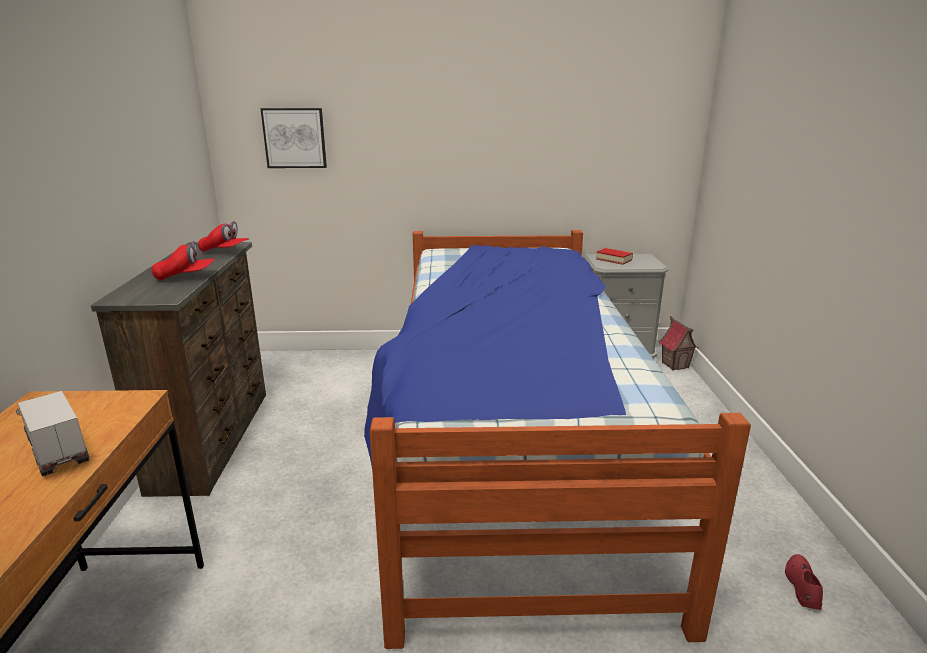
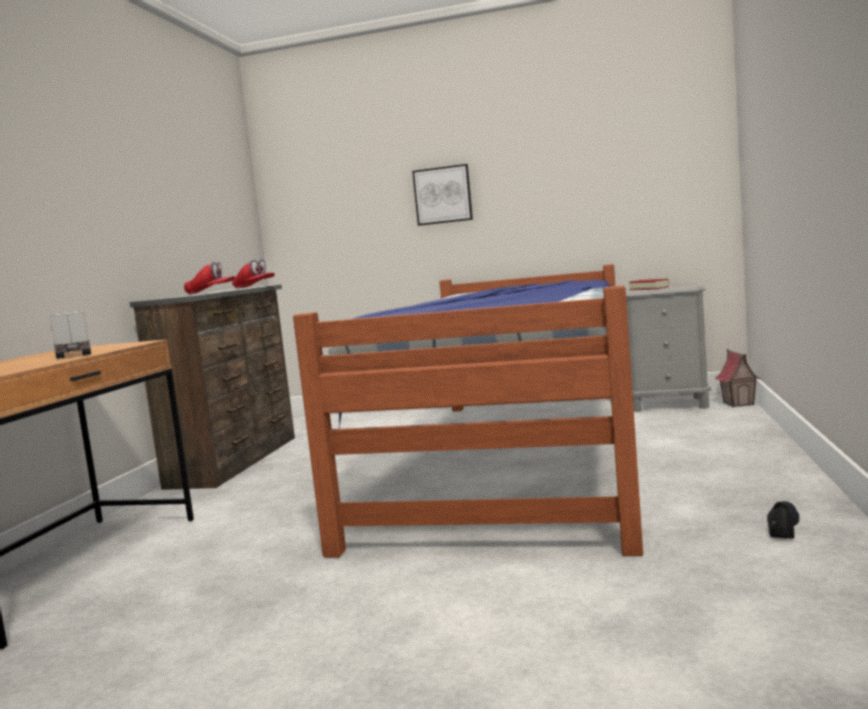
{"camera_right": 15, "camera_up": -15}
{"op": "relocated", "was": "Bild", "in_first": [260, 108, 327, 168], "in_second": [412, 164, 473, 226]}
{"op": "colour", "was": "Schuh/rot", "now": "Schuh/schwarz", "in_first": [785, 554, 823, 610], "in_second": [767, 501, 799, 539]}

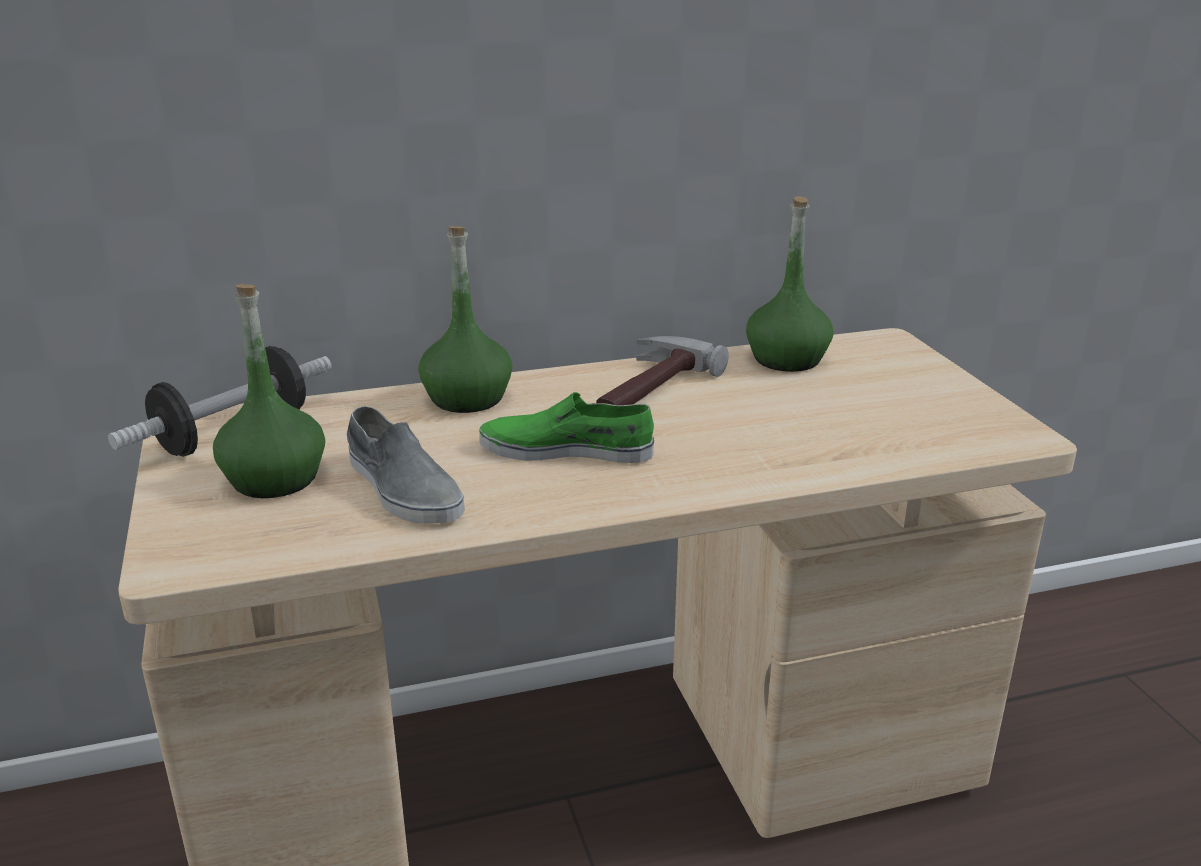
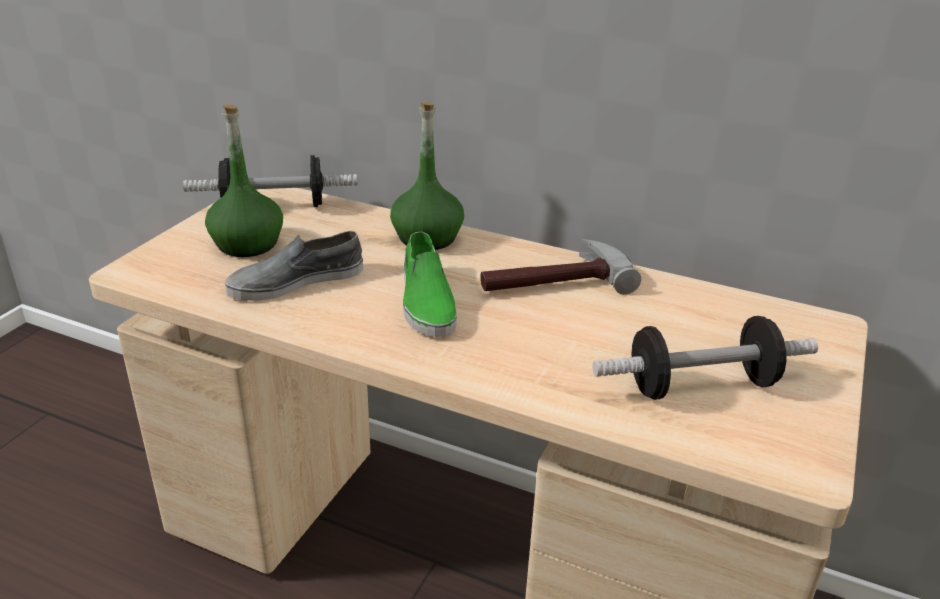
{"camera_right": 40, "camera_up": 5}
{"op": "missing", "was": "Flasche/grün", "in_first": [746, 196, 833, 372]}
{"op": "spun", "was": "Schuh/grün", "in_first": [479, 392, 654, 463], "in_second": [403, 232, 456, 337], "clockwise": -150}
{"op": "spun", "was": "Schuh/grau", "in_first": [347, 406, 465, 524], "in_second": [225, 231, 363, 301], "clockwise": 60}
{"op": "appeared", "now": "Hantel", "in_second": [592, 316, 818, 400]}

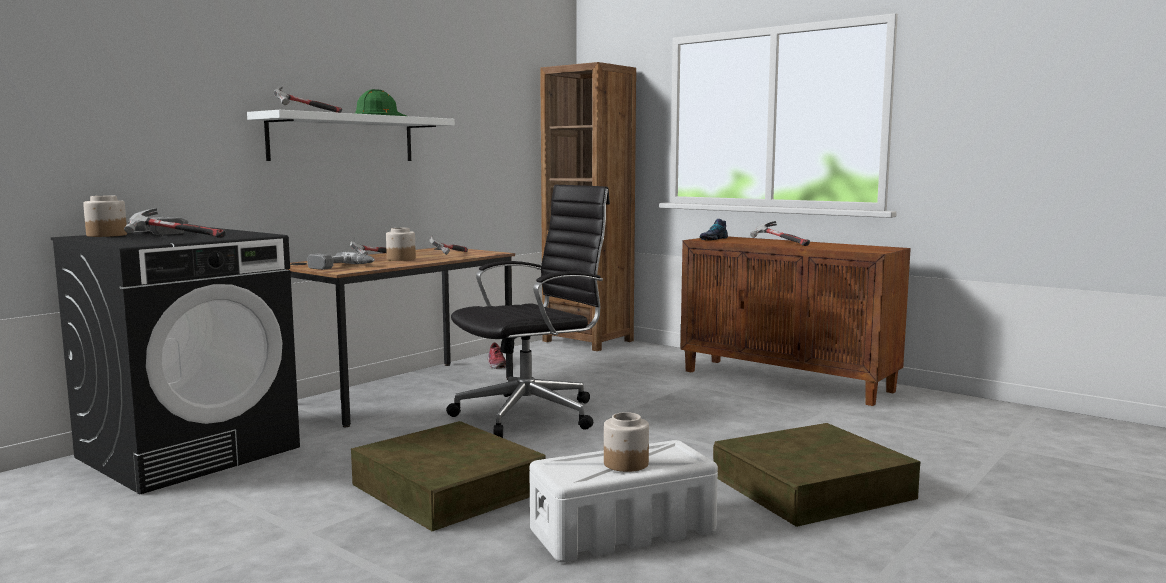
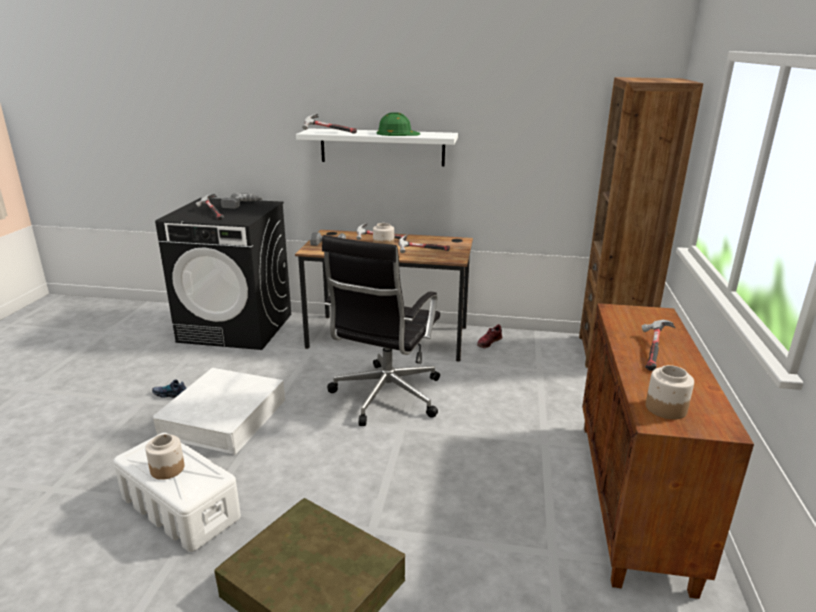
{"camera_right": 60, "camera_up": 15}
{"op": "spun", "was": "Bürostuhl/schwarz", "in_first": [446, 185, 610, 438], "in_second": [322, 235, 440, 426], "clockwise": 90}
{"op": "relocated", "was": "Vorratsglas", "in_first": [83, 196, 127, 237], "in_second": [646, 365, 694, 420]}
{"op": "relocated", "was": "Schuh", "in_first": [700, 219, 728, 240], "in_second": [152, 379, 187, 398]}
{"op": "colour", "was": "Aufbewahrungsbox/braun", "now": "Aufbewahrungsbox/weiß", "in_first": [351, 421, 546, 531], "in_second": [153, 368, 285, 455]}

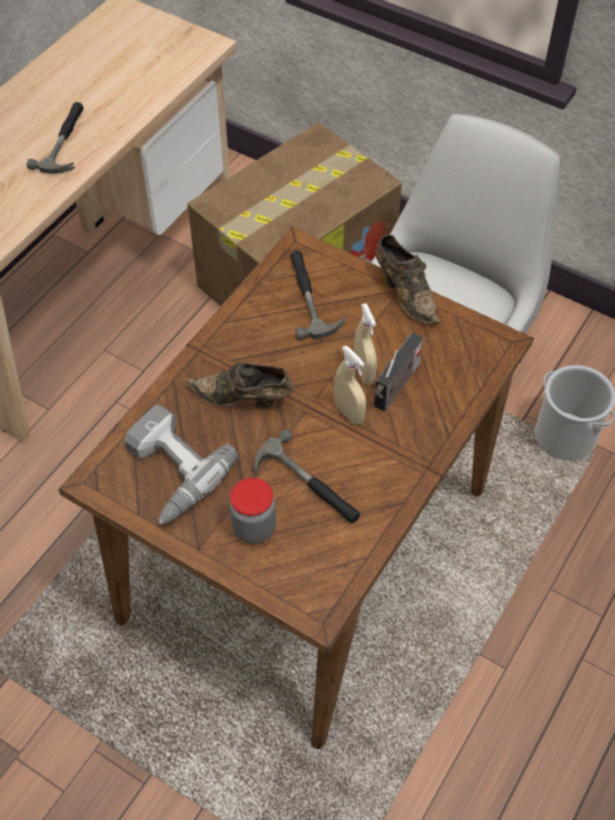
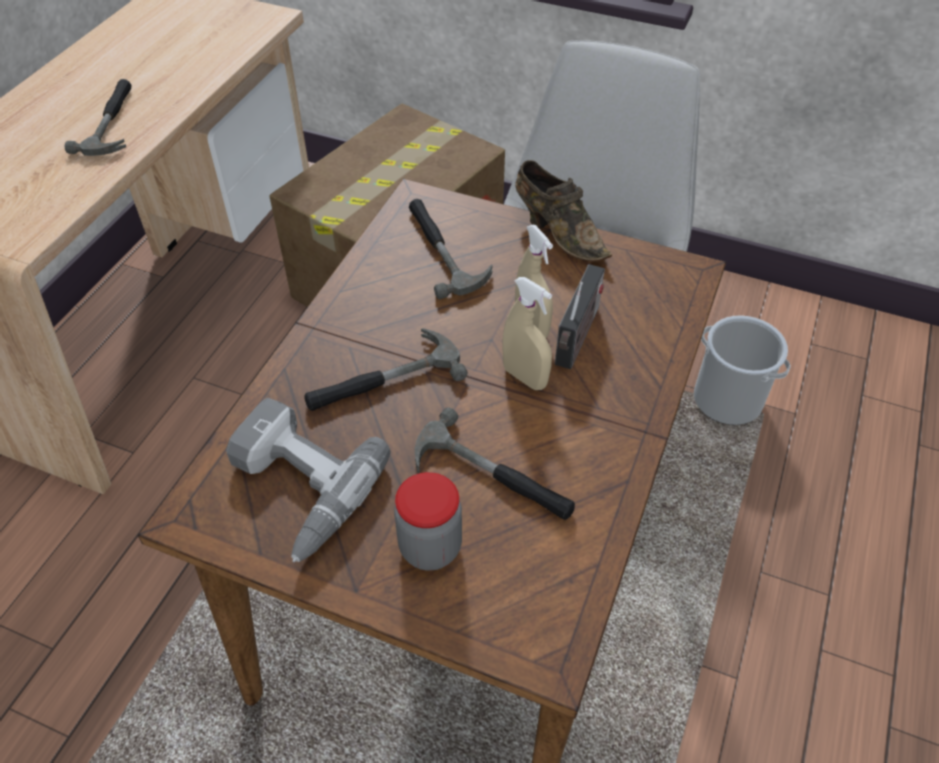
{"camera_right": -10, "camera_up": -5}
{"op": "exchanged", "was": "Schuh/braun", "now": "Hammer", "in_first": [185, 363, 293, 408], "in_second": [304, 328, 468, 411]}

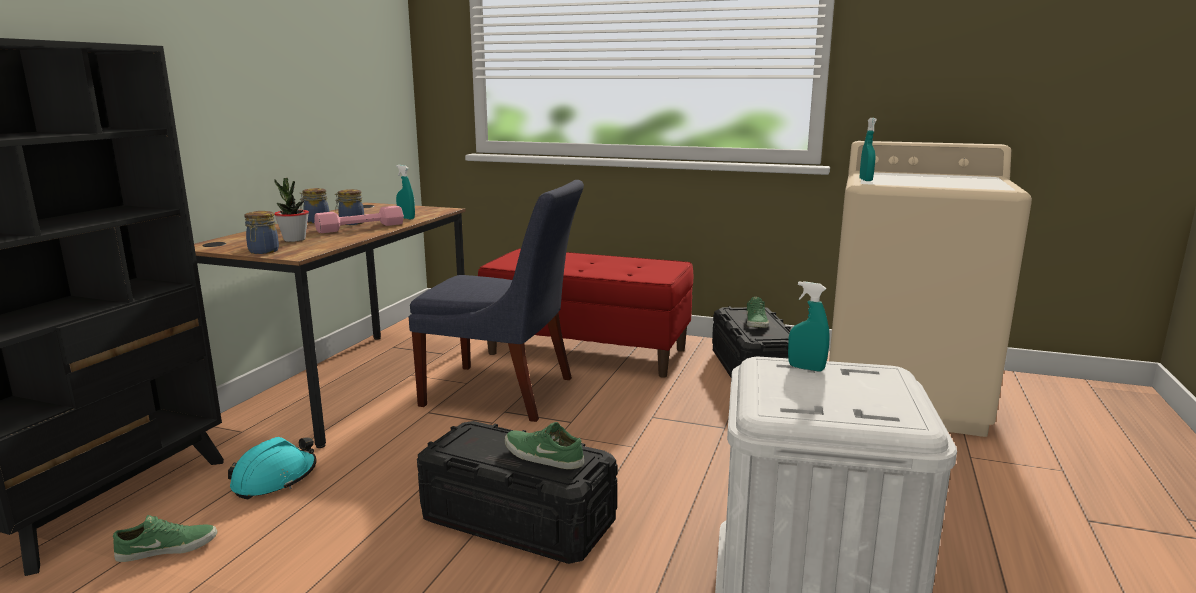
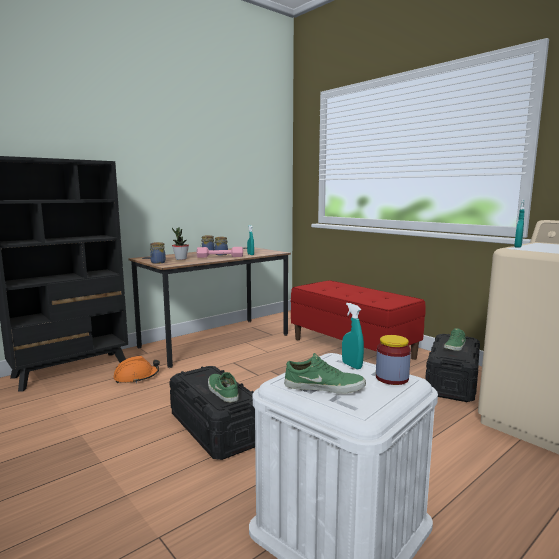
{"camera_right": 30, "camera_up": -5}
{"op": "missing", "was": "Stuhl/blau", "in_first": [409, 180, 584, 422]}
{"op": "colour", "was": "Schutzhelm/türkis", "now": "Schutzhelm/orange", "in_first": [228, 437, 317, 499], "in_second": [113, 356, 160, 383]}
{"op": "relocated", "was": "Schuh/grün", "in_first": [113, 515, 218, 562], "in_second": [284, 353, 366, 394]}
{"op": "appeared", "now": "Vorratsglas", "in_second": [376, 335, 411, 385]}

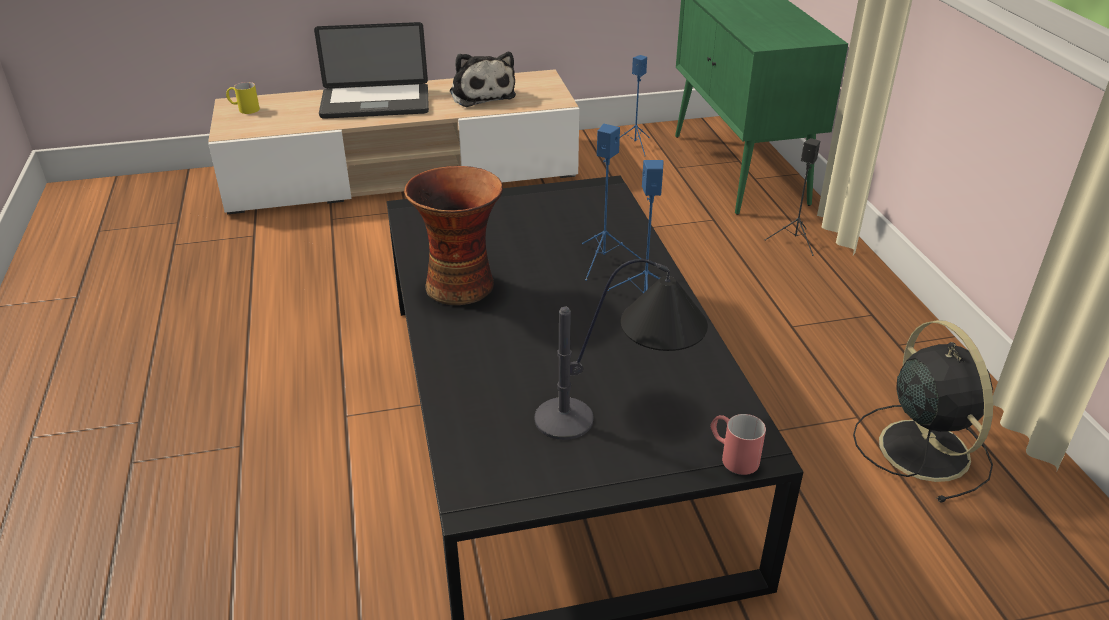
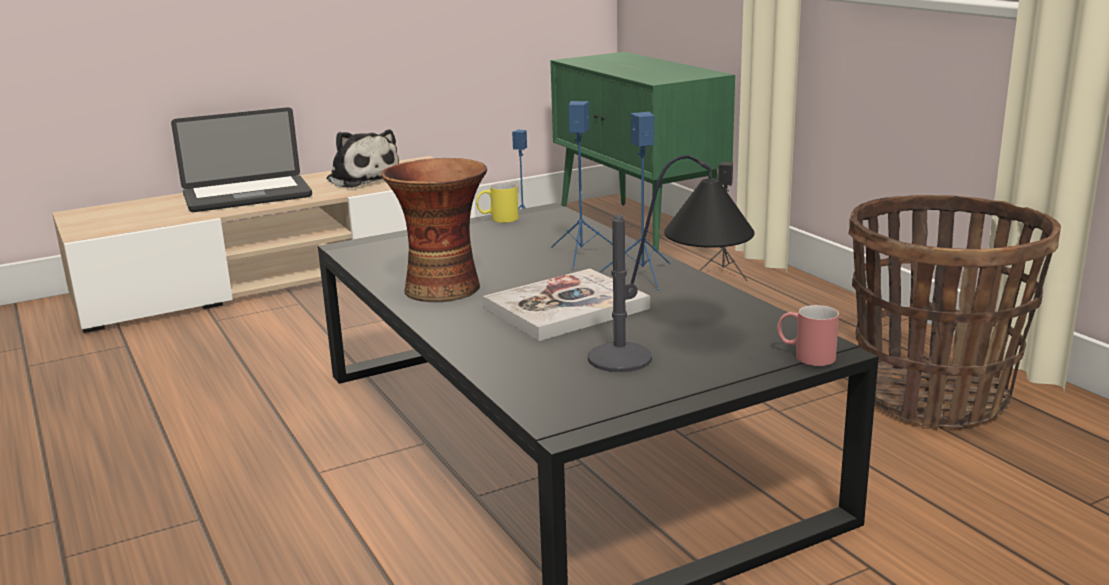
{"camera_right": -15, "camera_up": -15}
{"op": "relocated", "was": "Henkelbecher/gelb", "in_first": [226, 82, 260, 114], "in_second": [476, 182, 519, 223]}
{"op": "exchanged", "was": "Ventilator/schwarz", "now": "Korb", "in_first": [853, 320, 993, 503], "in_second": [848, 195, 1061, 428]}
{"op": "appeared", "now": "Buch", "in_second": [483, 269, 650, 341]}

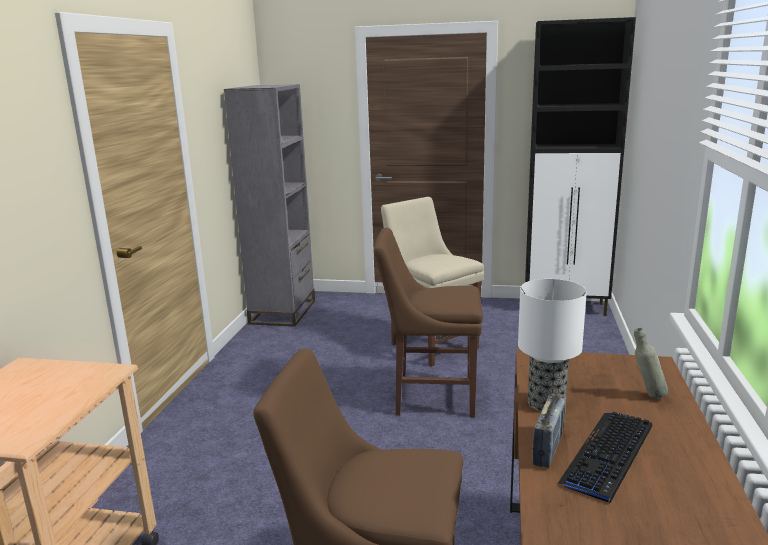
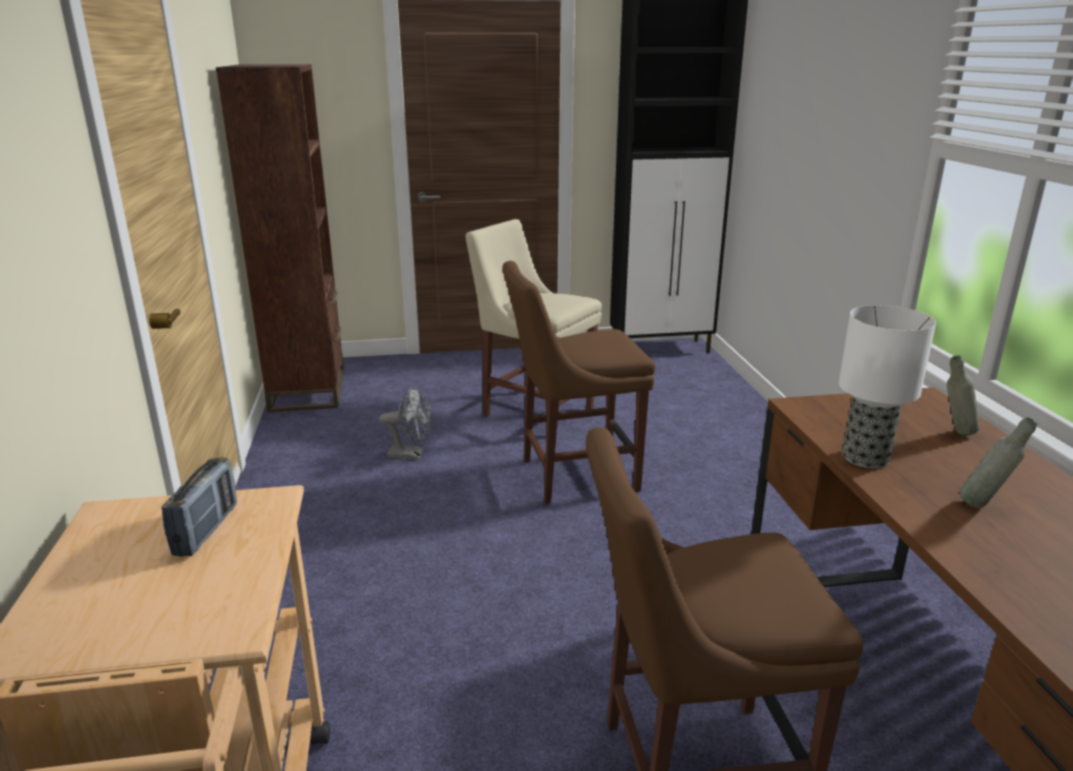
{"camera_right": -20, "camera_up": 5}
{"op": "colour", "was": "Bücherregal/grau", "now": "Bücherregal/braun", "in_first": [224, 84, 315, 327], "in_second": [215, 64, 344, 412]}
{"op": "relocated", "was": "Radio", "in_first": [532, 393, 566, 468], "in_second": [161, 457, 237, 556]}
{"op": "exchanged", "was": "Tastatur", "now": "Flasche/grau", "in_first": [557, 412, 652, 503], "in_second": [959, 417, 1037, 508]}
{"op": "appeared", "now": "Ventilator/grau", "in_second": [379, 387, 431, 459]}

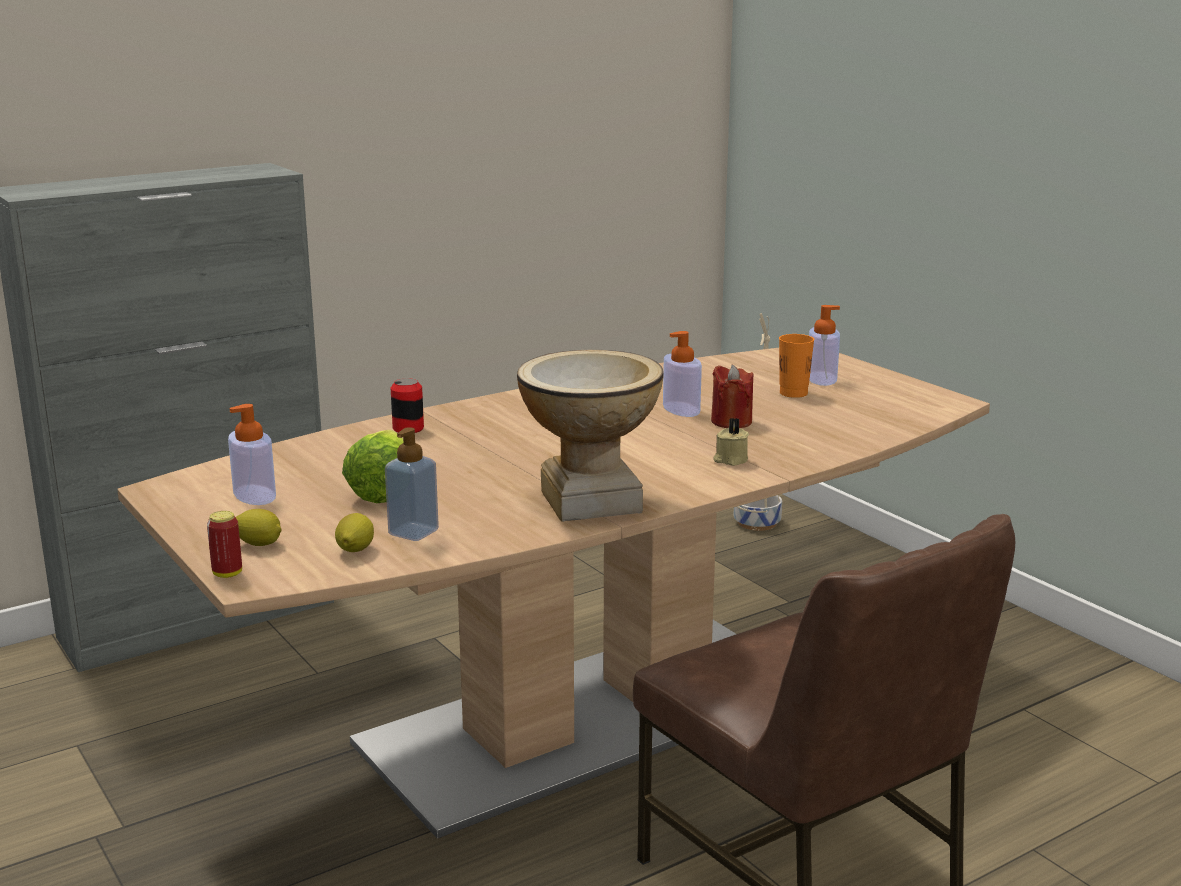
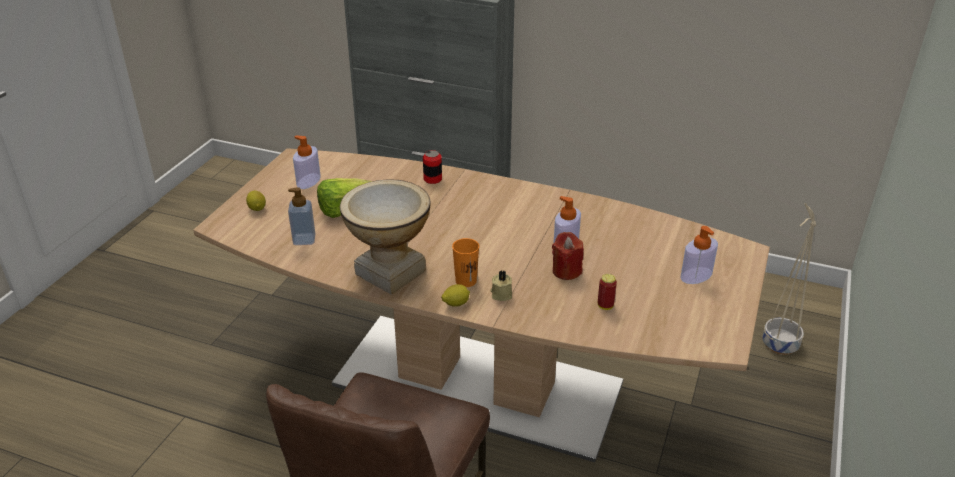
{"camera_right": 55, "camera_up": 15}
{"op": "relocated", "was": "Tasse/orange", "in_first": [779, 334, 814, 398], "in_second": [452, 238, 479, 287]}
{"op": "relocated", "was": "Dose", "in_first": [207, 511, 242, 578], "in_second": [598, 274, 617, 310]}
{"op": "relocated", "was": "Zitrone", "in_first": [335, 513, 374, 552], "in_second": [441, 284, 470, 307]}

